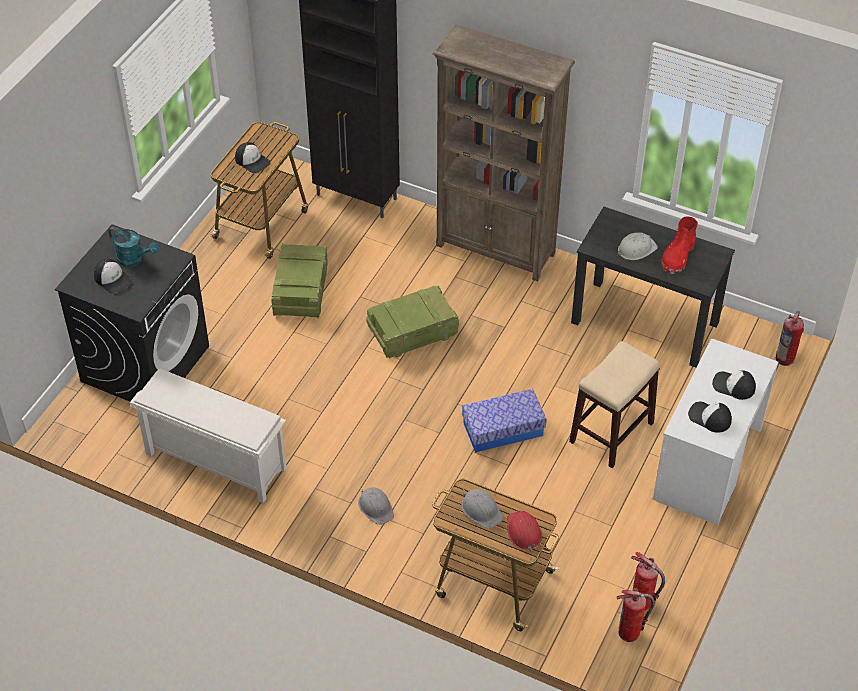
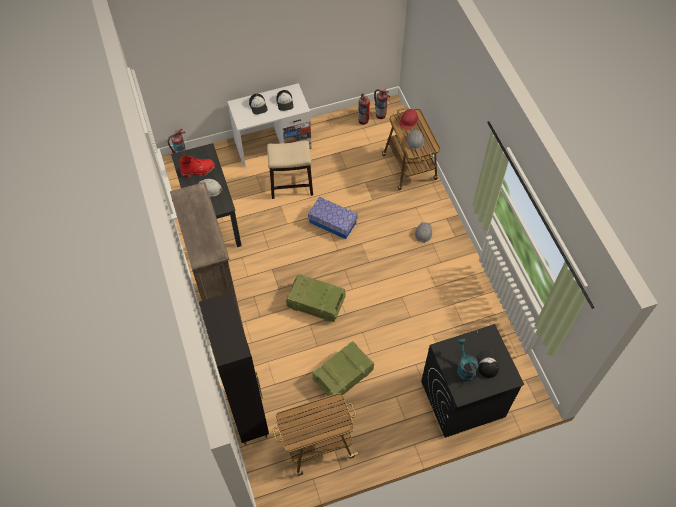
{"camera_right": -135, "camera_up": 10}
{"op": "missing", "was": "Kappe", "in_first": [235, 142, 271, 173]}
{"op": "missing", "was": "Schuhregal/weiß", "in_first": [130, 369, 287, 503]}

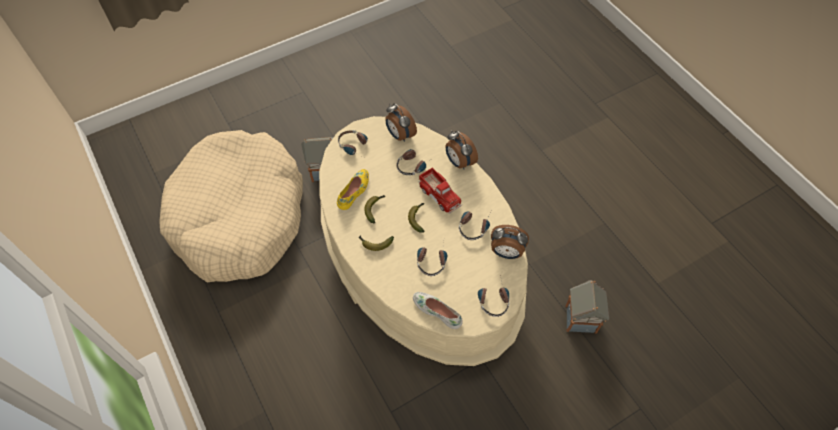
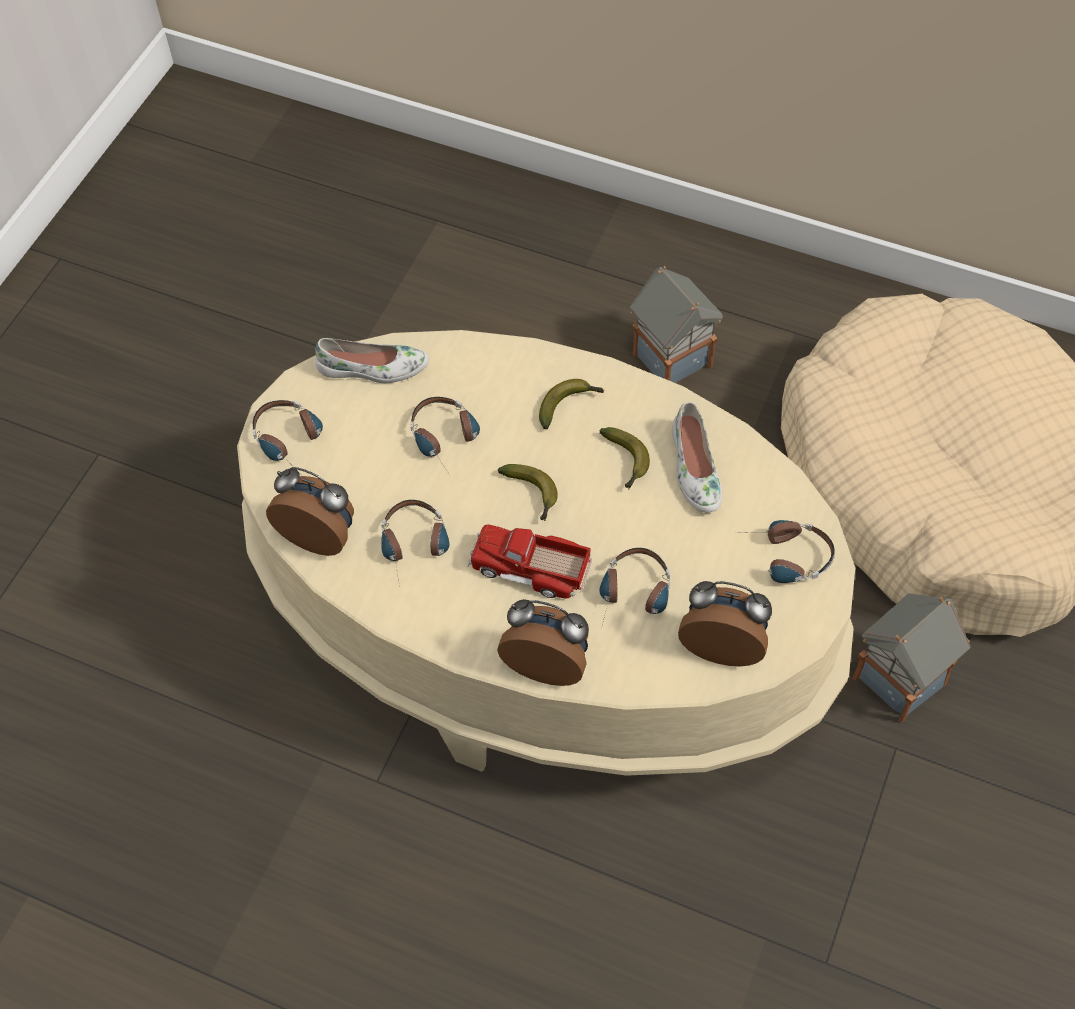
{"camera_right": 145, "camera_up": 0}
{"op": "colour", "was": "Schuh/gelb", "now": "Schuh/weiß", "in_first": [337, 169, 369, 210], "in_second": [672, 402, 723, 512]}
{"op": "spun", "was": "Wecker", "in_first": [491, 225, 529, 259], "in_second": [266, 467, 354, 556], "clockwise": 45}
{"op": "relocated", "was": "Spielzeughaus", "in_first": [566, 280, 609, 334], "in_second": [630, 266, 723, 383]}

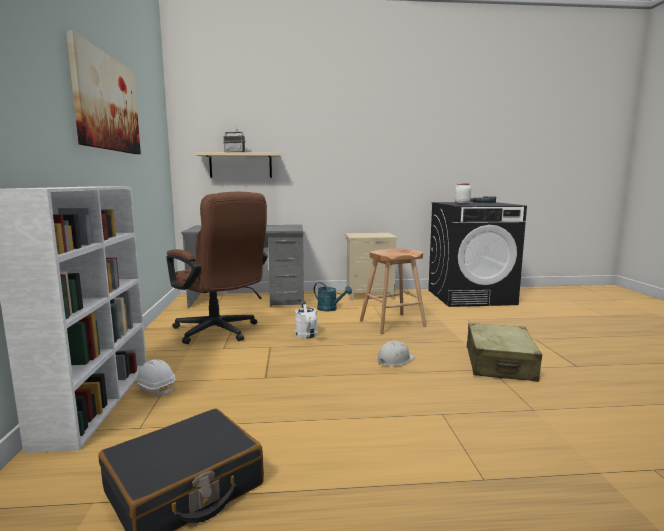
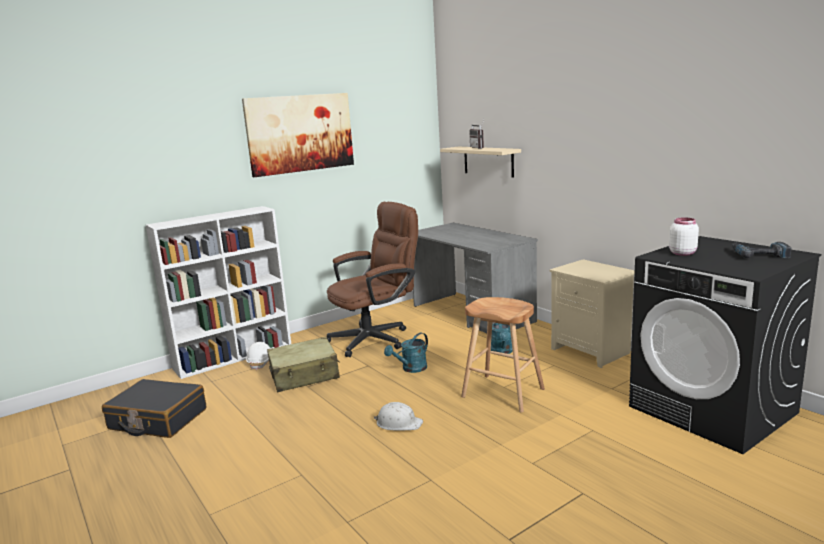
{"camera_right": 60, "camera_up": 5}
{"op": "spun", "was": "Bürostuhl/braun", "in_first": [166, 192, 268, 344], "in_second": [327, 202, 418, 357], "clockwise": -135}
{"op": "colour", "was": "Gießkanne/weiß", "now": "Gießkanne/türkis", "in_first": [295, 301, 318, 339], "in_second": [384, 333, 428, 373]}
{"op": "relocated", "was": "Koffer/beige", "in_first": [467, 323, 542, 382], "in_second": [267, 337, 340, 392]}

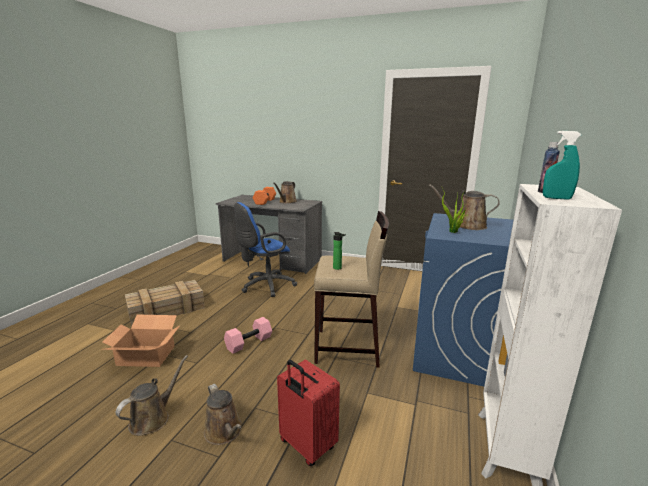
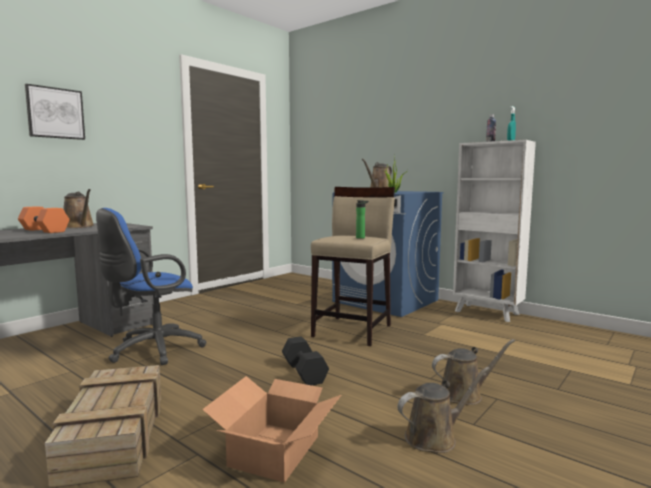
{"camera_right": -70, "camera_up": -10}
{"op": "spun", "was": "Bürostuhl/blau", "in_first": [234, 202, 297, 297], "in_second": [96, 208, 206, 365], "clockwise": 60}
{"op": "colour", "was": "Hantel/rosa", "now": "Hantel/schwarz", "in_first": [224, 317, 272, 354], "in_second": [282, 337, 329, 385]}
{"op": "spun", "was": "Gießkanne/braun", "in_first": [116, 355, 188, 436], "in_second": [398, 367, 490, 453], "clockwise": 105}
{"op": "missing", "was": "Koffer/rot", "in_first": [277, 360, 340, 466]}
{"op": "appeared", "now": "Bild", "in_second": [25, 84, 85, 140]}

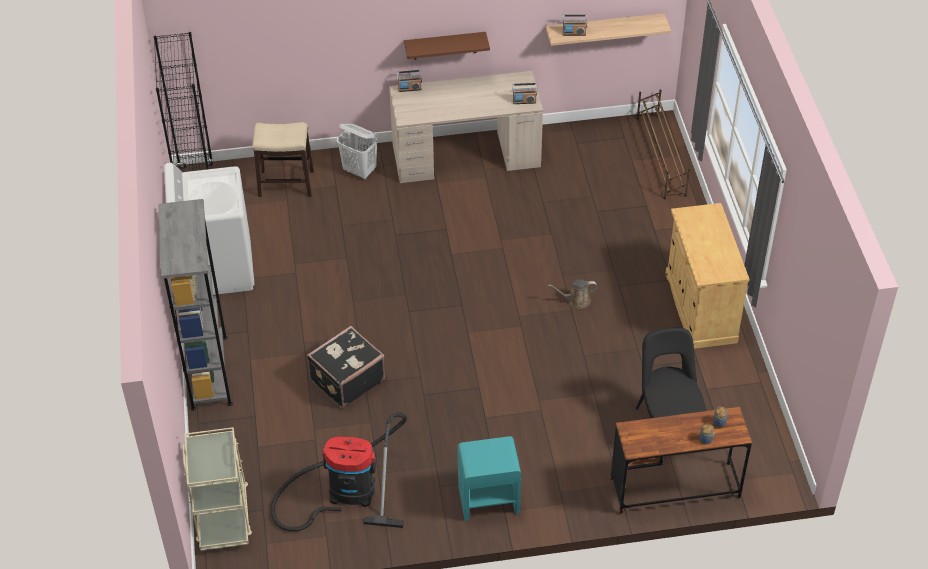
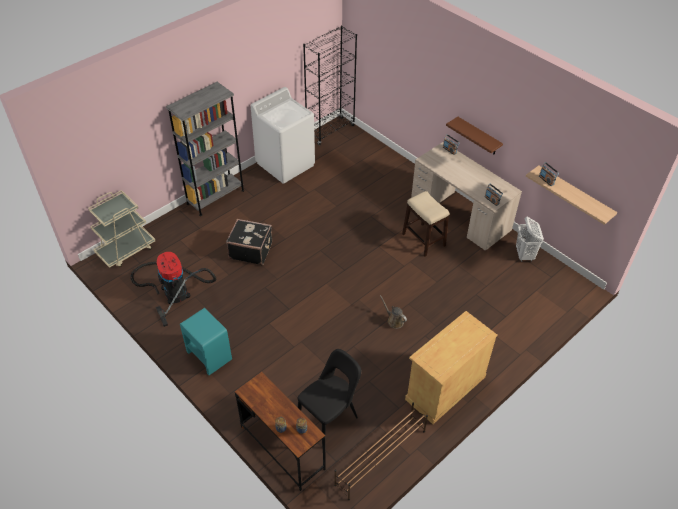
{"camera_right": 55, "camera_up": 0}
{"op": "relocated", "was": "Schuhregal/braun", "in_first": [637, 89, 690, 199], "in_second": [334, 402, 428, 500]}
{"op": "relocated", "was": "Hocker", "in_first": [252, 122, 314, 197], "in_second": [402, 191, 449, 257]}
{"op": "relocated", "was": "Wäschekorb/weiß", "in_first": [337, 123, 378, 180], "in_second": [516, 216, 544, 262]}

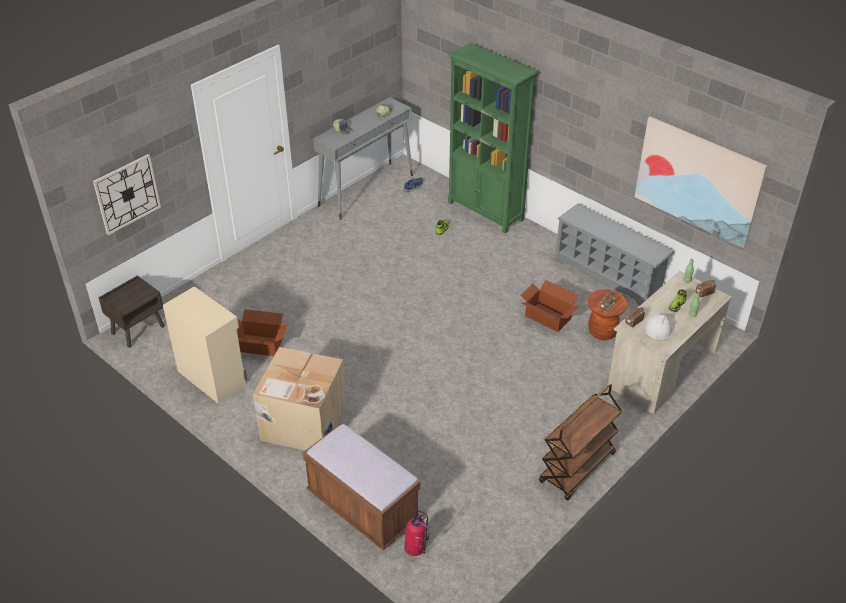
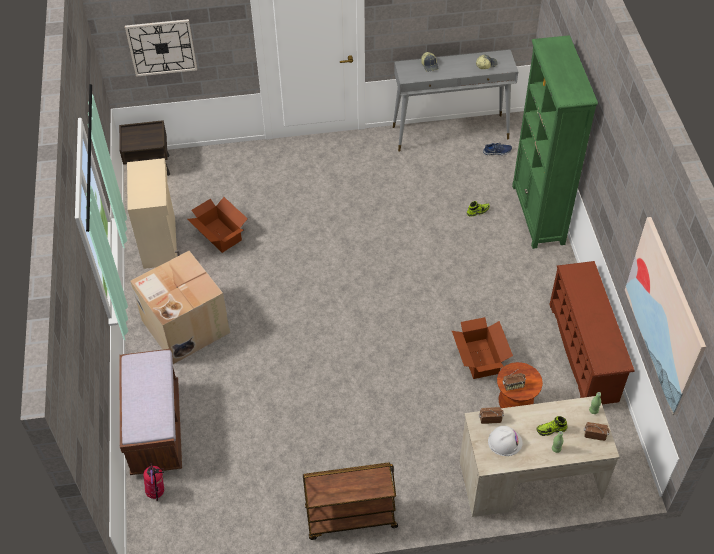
{"camera_right": 40, "camera_up": 10}
{"op": "colour", "was": "Schuhregal/grau", "now": "Schuhregal/braun", "in_first": [555, 203, 675, 306], "in_second": [549, 261, 635, 404]}

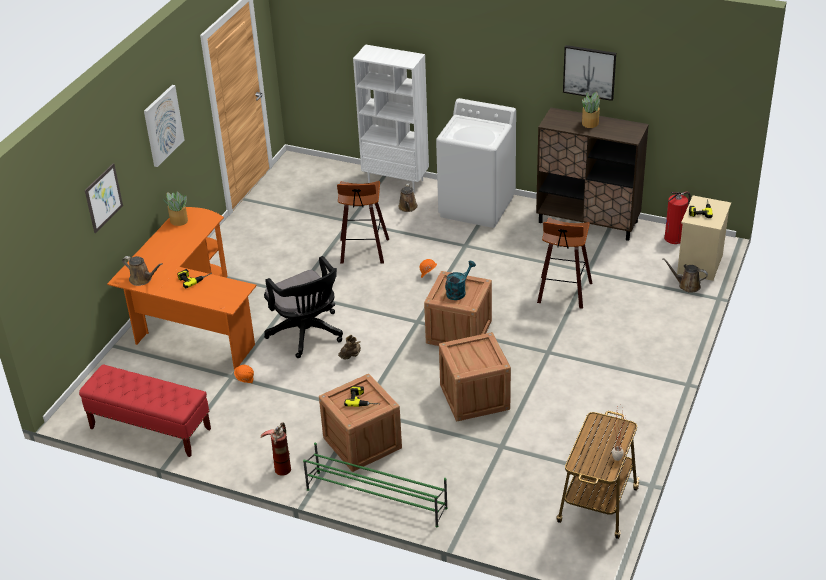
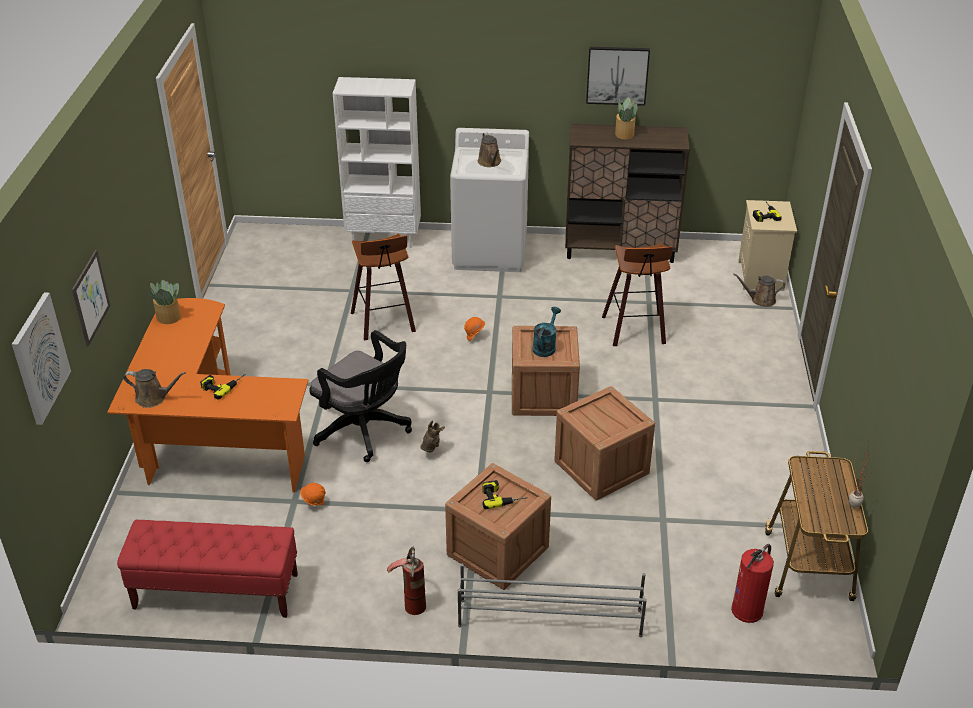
{"camera_right": -20, "camera_up": 0}
{"op": "relocated", "was": "Bild", "in_first": [144, 85, 184, 167], "in_second": [12, 292, 71, 425]}
{"op": "relocated", "was": "Gießkanne/braun", "in_first": [398, 183, 418, 212], "in_second": [478, 132, 501, 167]}
{"op": "relocated", "was": "Feuerlöscher", "in_first": [664, 192, 691, 244], "in_second": [731, 544, 774, 623]}
{"op": "colour", "was": "Schuhregal/grün", "now": "Schuhregal/grau", "in_first": [303, 443, 448, 528], "in_second": [458, 564, 647, 637]}

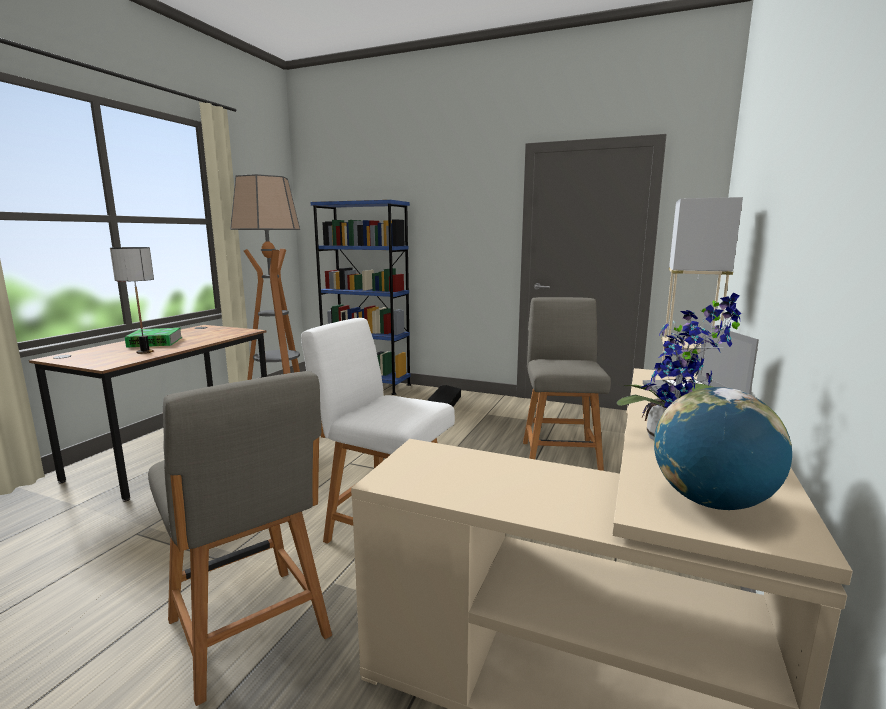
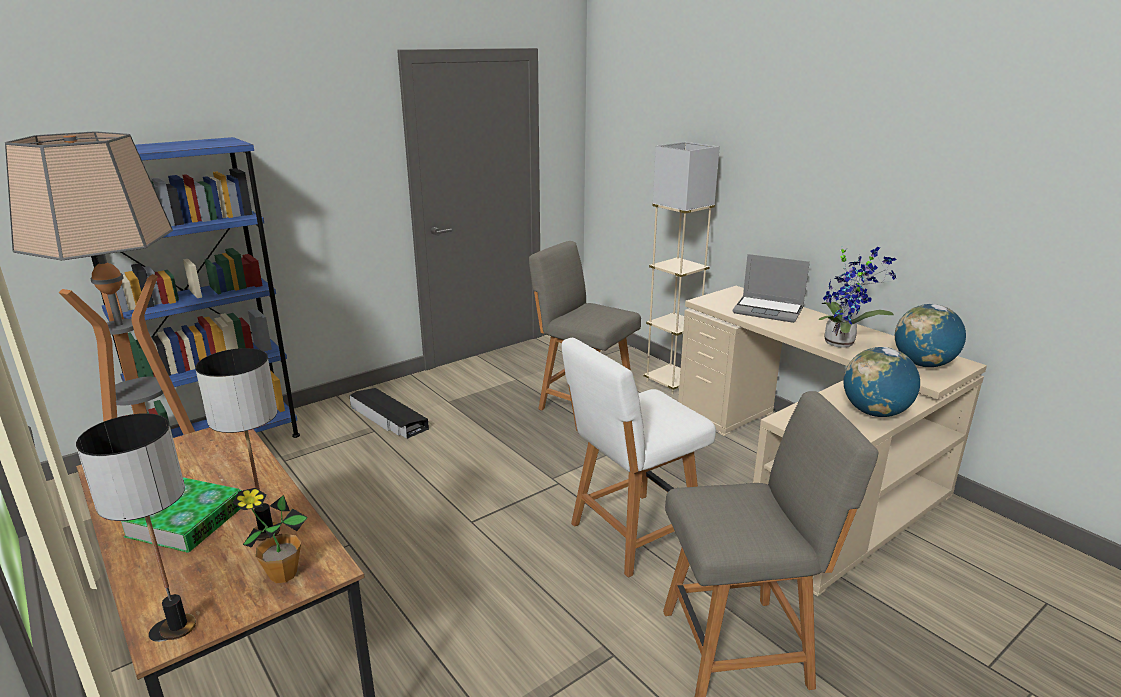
{"camera_right": -60, "camera_up": 10}
{"op": "appeared", "now": "Globus", "in_second": [844, 347, 920, 417]}
{"op": "appeared", "now": "Tischlampe", "in_second": [76, 413, 196, 640]}
{"op": "appeared", "now": "Topfpflanze", "in_second": [233, 488, 308, 583]}

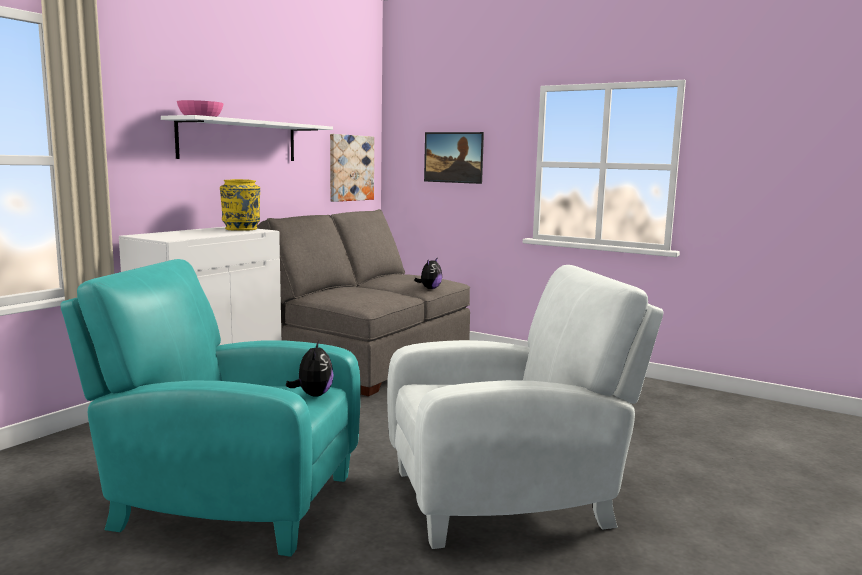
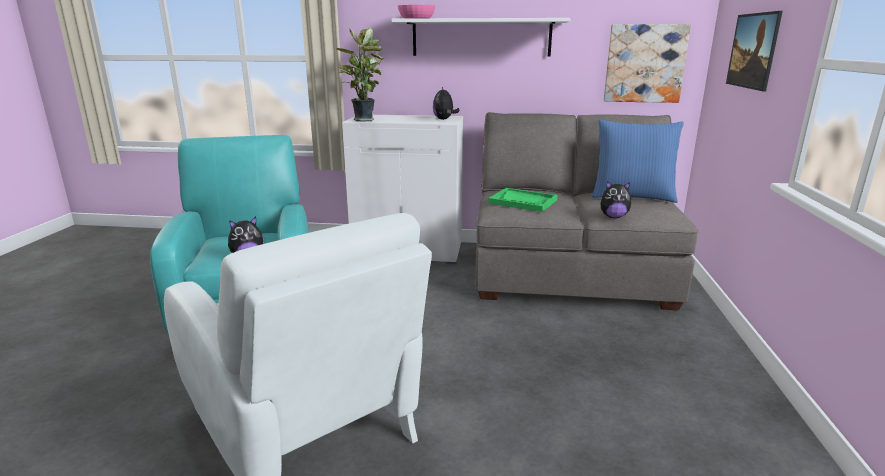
{"camera_right": 65, "camera_up": 10}
{"op": "exchanged", "was": "Vase/gelb", "now": "Plüschtier", "in_first": [220, 179, 260, 231], "in_second": [433, 87, 459, 120]}
{"op": "appeared", "now": "Topfpflanze", "in_second": [336, 28, 384, 122]}
{"op": "appeared", "now": "Kissen/blau", "in_second": [592, 119, 684, 203]}
{"op": "appeared", "now": "Tablett/grün", "in_second": [488, 188, 558, 212]}

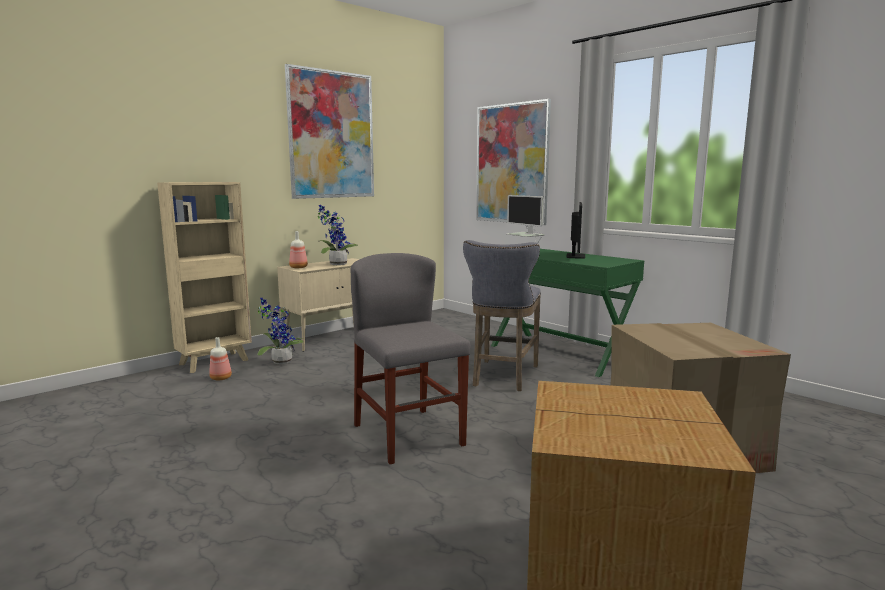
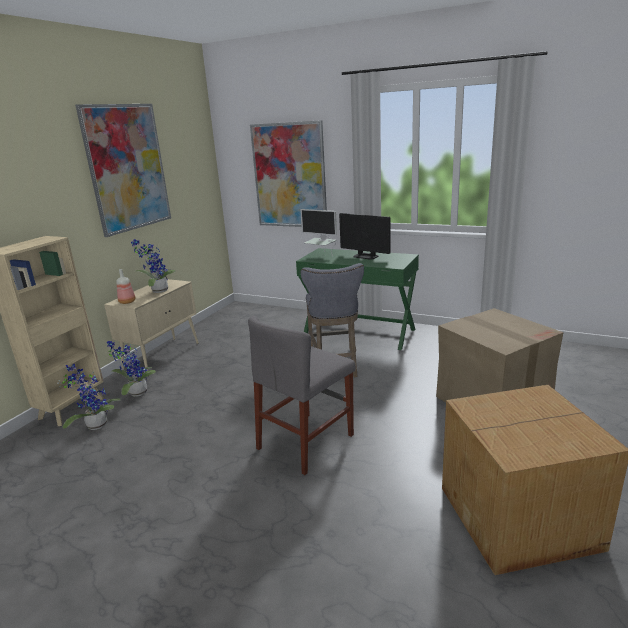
{"camera_right": -20, "camera_up": 10}
{"op": "spun", "was": "Monitor", "in_first": [566, 202, 585, 259], "in_second": [339, 213, 391, 260], "clockwise": 135}
{"op": "spun", "was": "Stuhl/grau", "in_first": [351, 253, 470, 464], "in_second": [248, 316, 356, 475], "clockwise": -90}
{"op": "exchanged", "was": "Flasche", "now": "Topfpflanze", "in_first": [209, 337, 232, 381], "in_second": [57, 363, 121, 430]}

